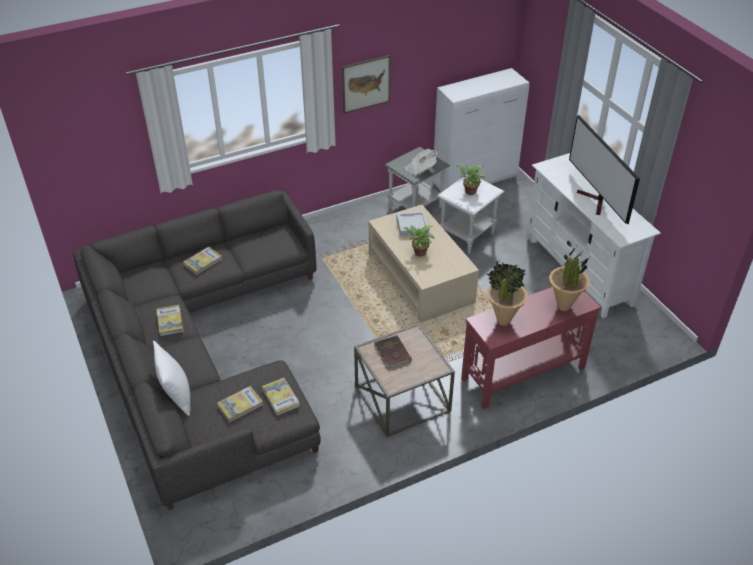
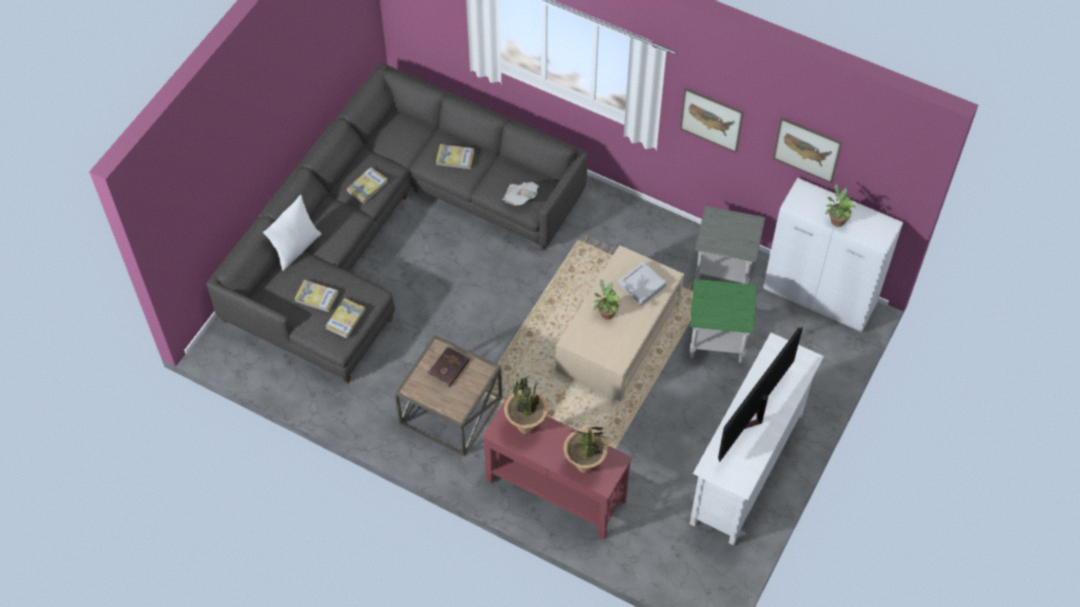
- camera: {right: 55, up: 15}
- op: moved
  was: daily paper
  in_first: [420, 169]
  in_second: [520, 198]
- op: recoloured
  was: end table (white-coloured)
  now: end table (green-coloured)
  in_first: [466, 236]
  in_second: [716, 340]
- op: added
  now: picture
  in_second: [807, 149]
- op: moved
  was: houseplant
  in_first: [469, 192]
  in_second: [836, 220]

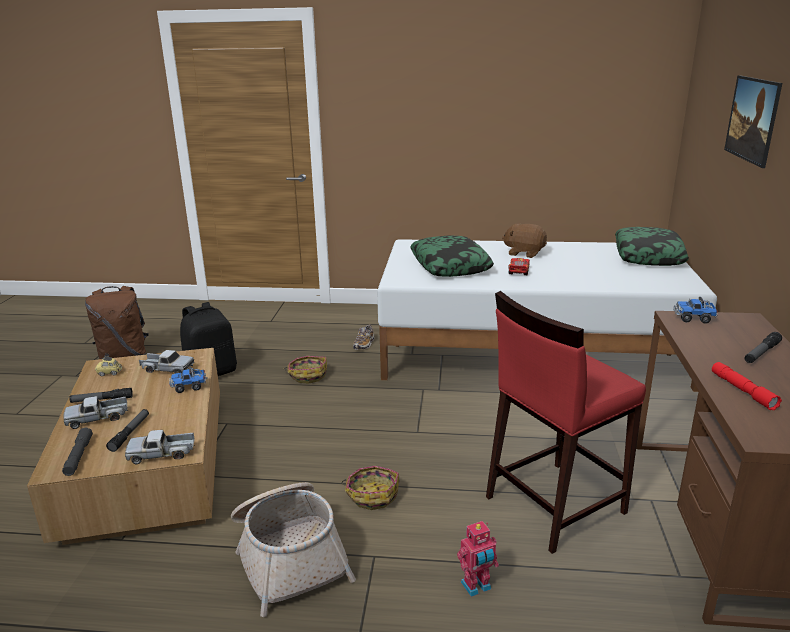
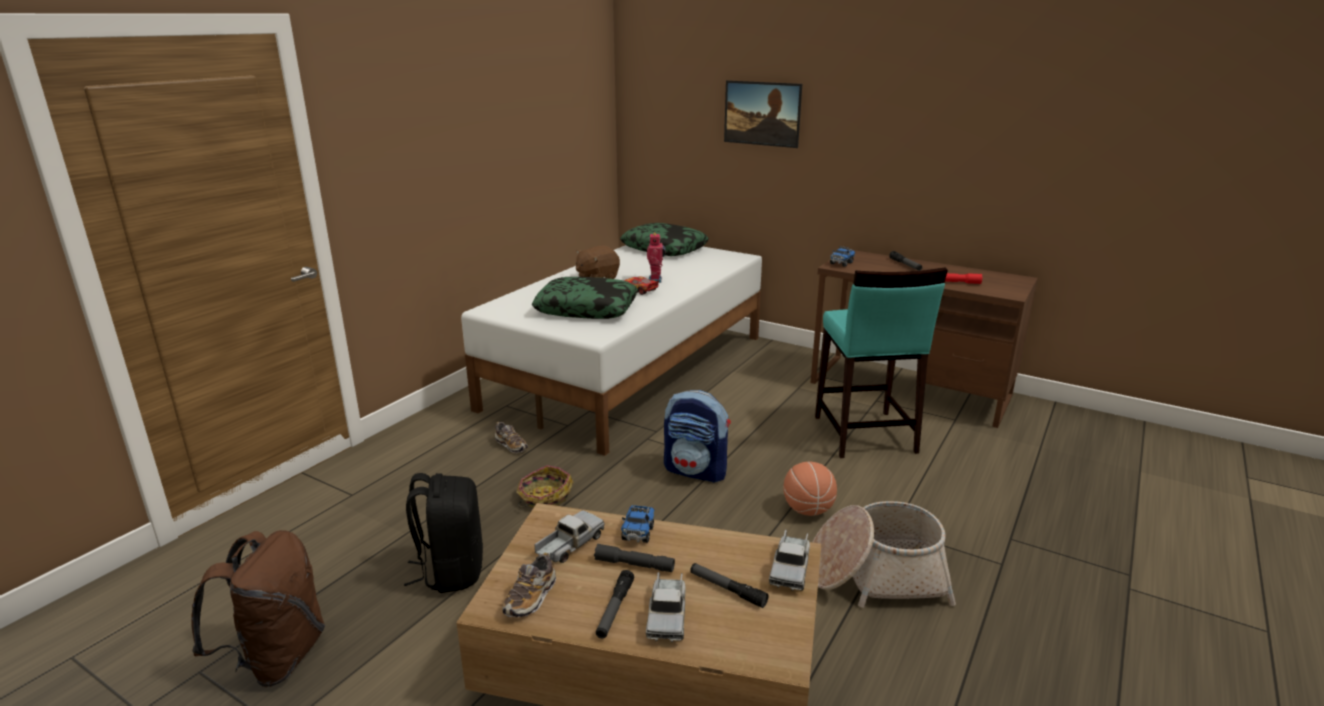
- camera: {right: -65, up: 0}
- op: replaced
  was: miniature car
  now: low shoe
  in_first: [109, 373]
  in_second: [530, 598]
- op: moved
  was: torch (grey)
  in_first: [78, 456]
  in_second: [634, 564]
- op: moved
  was: model robot
  in_first: [477, 587]
  in_second: [656, 280]
- op: added
  now: knapsack
  in_second: [696, 471]
- op: replaced
  was: household basket
  now: ball for basketball
  in_first: [372, 495]
  in_second: [807, 509]
- op: recoloured
  was: stool (reddish)
  now: stool (turquoise)
  in_first: [553, 504]
  in_second: [864, 435]

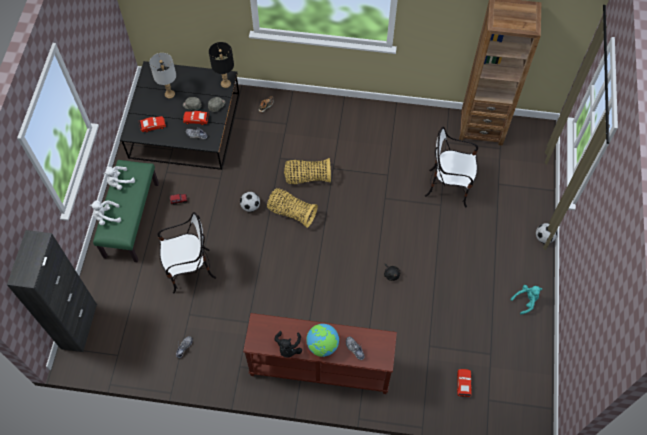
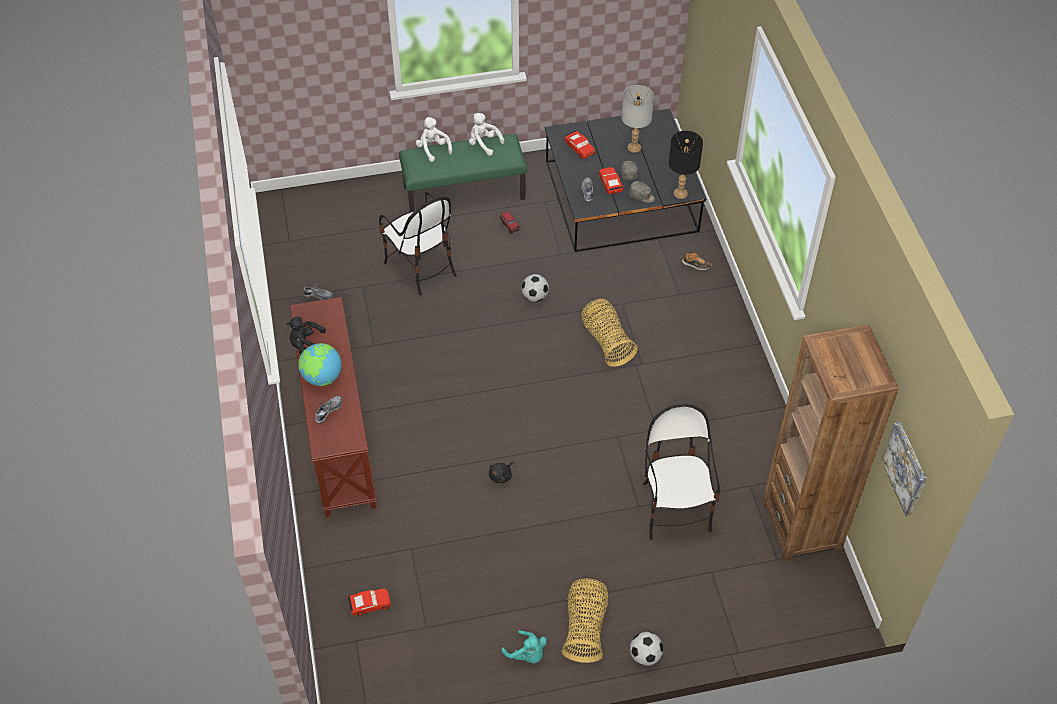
- camera: {right: 70, up: -10}
- op: moved
  was: household basket
  in_first: [291, 212]
  in_second: [585, 627]
- op: added
  now: picture
  in_second: [906, 469]
- op: removed
  was: cabinet (black-coloured)
  in_first: [79, 326]

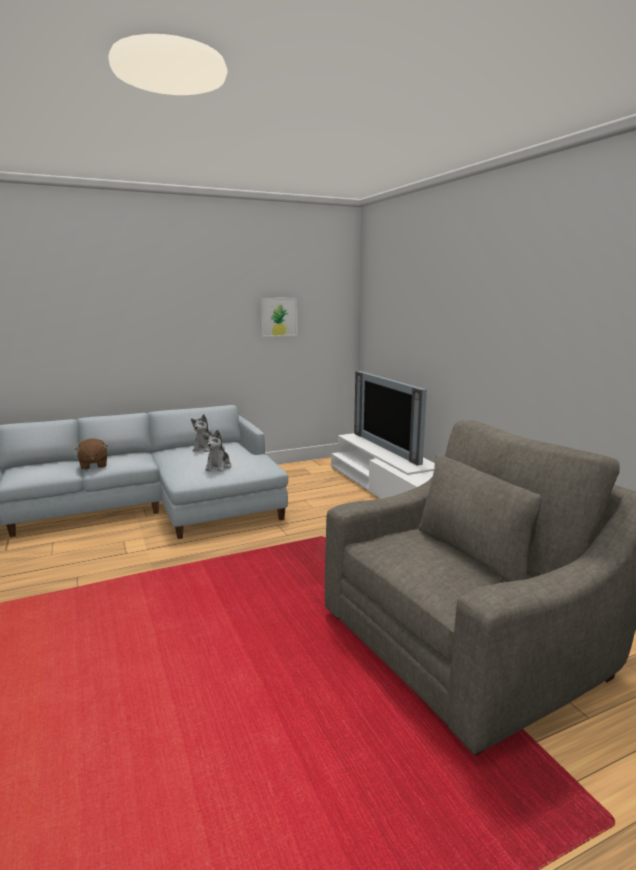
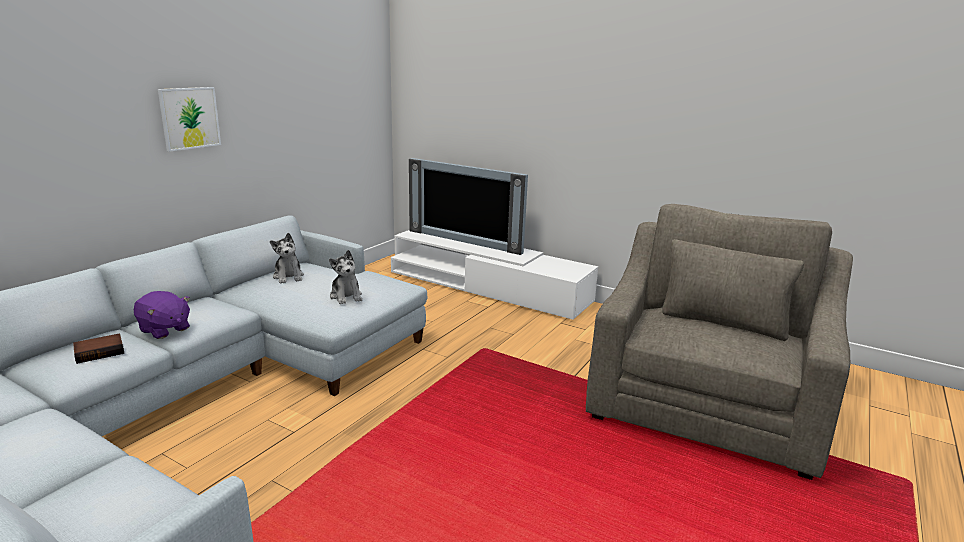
- camera: {right: -35, up: 5}
- op: added
  now: book
  in_second: [100, 352]
- op: recoloured
  was: cuddly toy (brownish)
  now: cuddly toy (purplish)
  in_first: [93, 465]
  in_second: [164, 330]
- op: moved
  was: picture
  in_first: [278, 317]
  in_second: [189, 118]

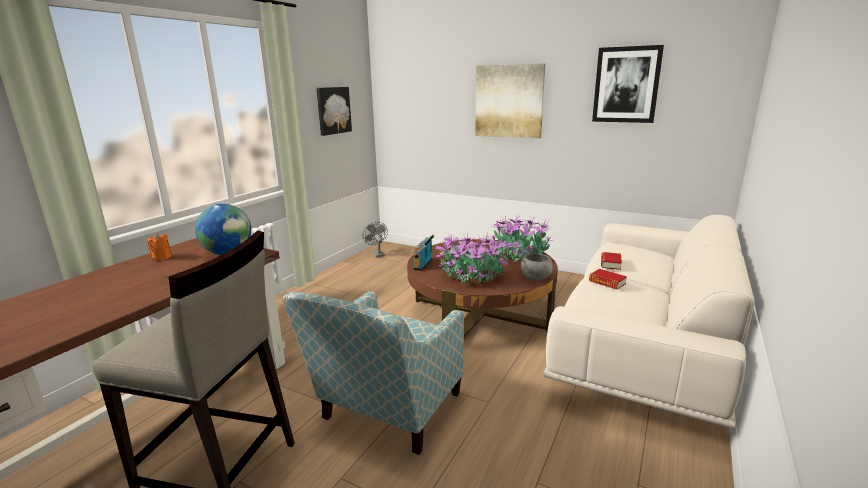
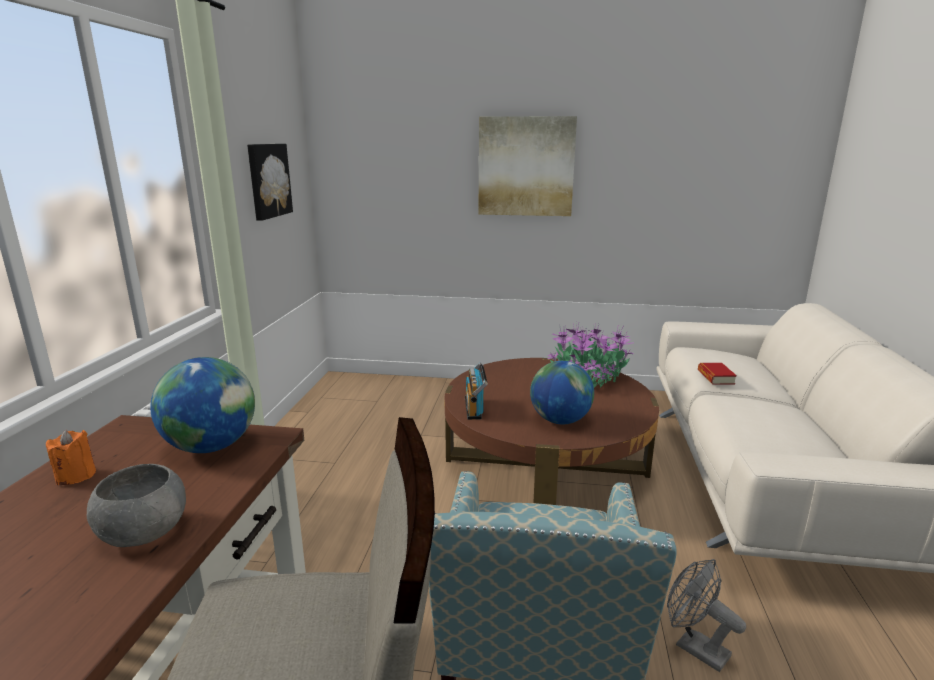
- camera: {right: -20, up: 0}
- op: moved
  was: bowl (grey)
  in_first: [535, 278]
  in_second: [144, 533]
- op: replaced
  was: houseplant
  now: globe
  in_first: [472, 278]
  in_second: [560, 421]
- op: moved
  was: fan (grey)
  in_first: [377, 254]
  in_second: [694, 647]
- op: removed
  was: book
  in_first: [607, 282]
- op: removed
  was: picture
  in_first: [626, 85]

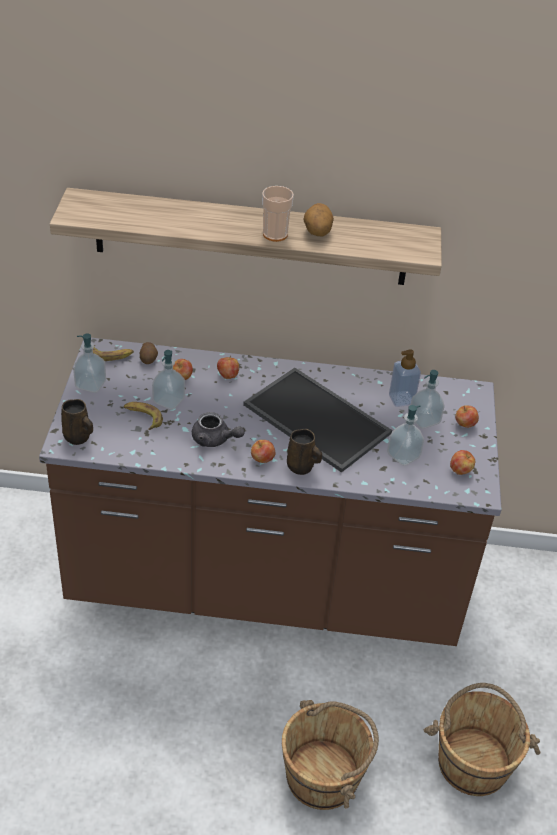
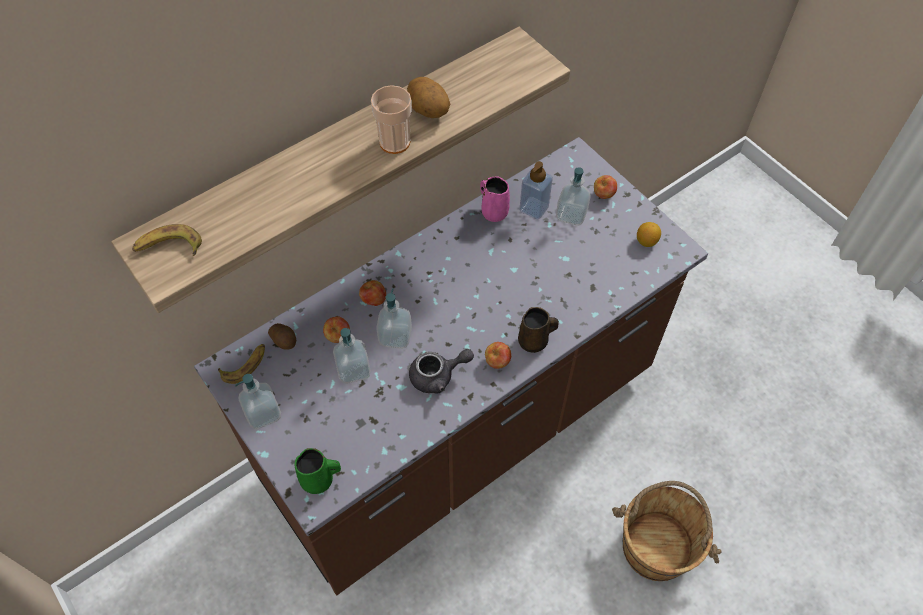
- camera: {right: -40, up: 15}
- op: moved
  was: whole banana
  in_first: [143, 417]
  in_second: [169, 247]
- op: recoloured
  was: tea mug (brownish)
  now: tea mug (green-coloured)
  in_first: [78, 437]
  in_second: [319, 480]
- op: moved
  was: soap dispenser
  in_first: [403, 455]
  in_second: [395, 336]
- op: added
  now: tea mug (pinkish)
  in_second: [493, 211]
- op: replaced
  was: apple fruit
  now: lemon
  in_first: [460, 470]
  in_second: [646, 241]
- op: removed
  was: tray
  in_first: [314, 419]
- op: removed
  was: bucket (brownish)
  in_first: [473, 761]

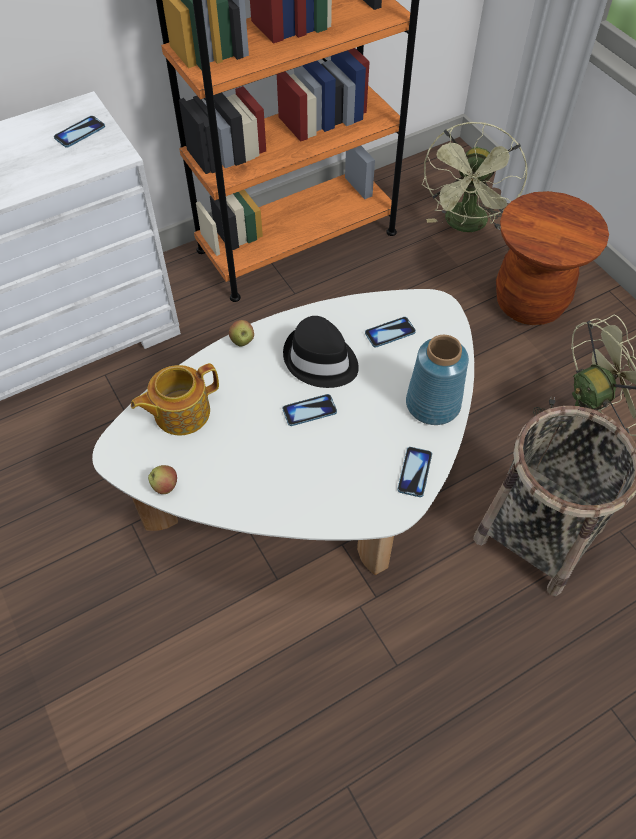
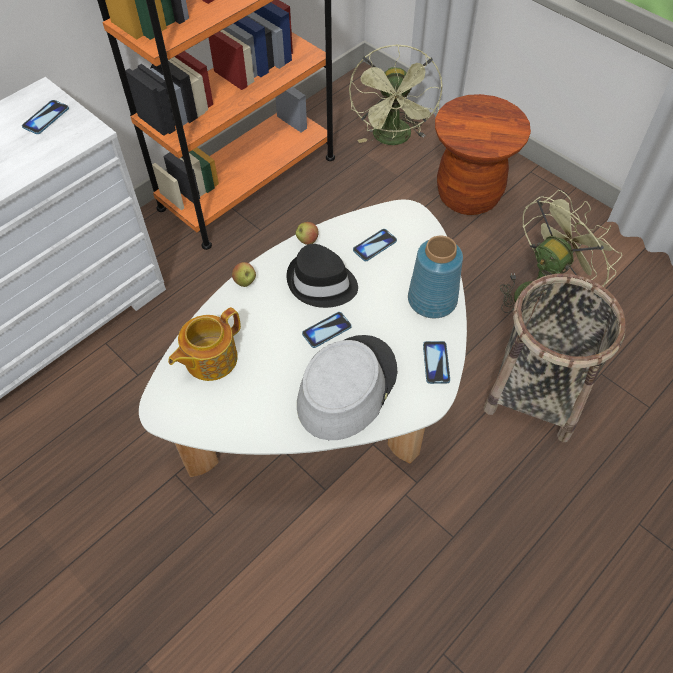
- camera: {right: -15, up: 0}
- op: moved
  was: apple fruit
  in_first: [165, 486]
  in_second: [307, 240]
- op: added
  now: clothing hat (grey)
  in_second: [346, 387]

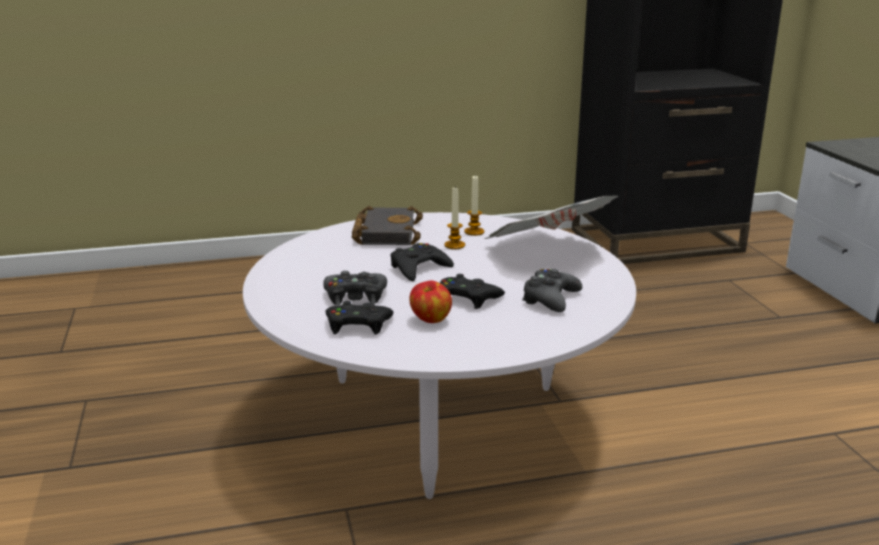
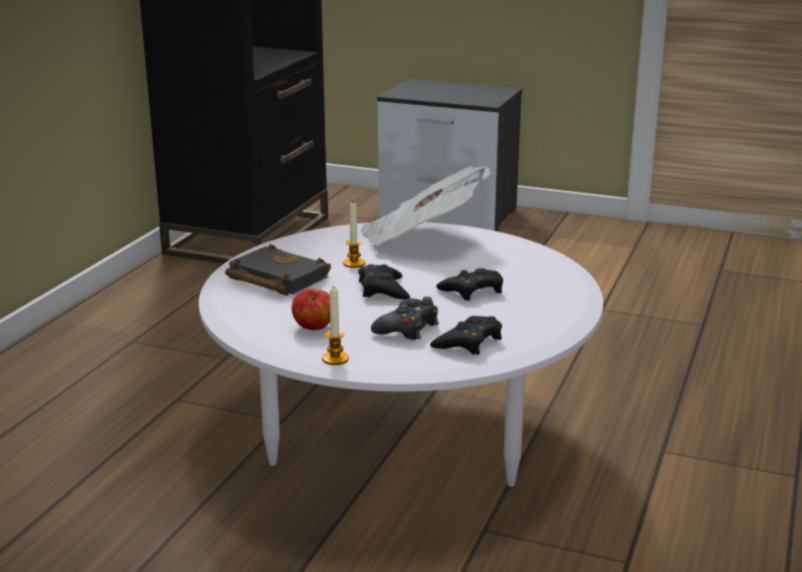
- camera: {right: -55, up: 0}
- op: moved
  was: apple fruit
  in_first: [430, 320]
  in_second: [314, 328]
- op: moved
  was: wax light
  in_first: [474, 232]
  in_second: [335, 359]
- op: removed
  was: gamepad (black-coloured)
  in_first: [550, 299]

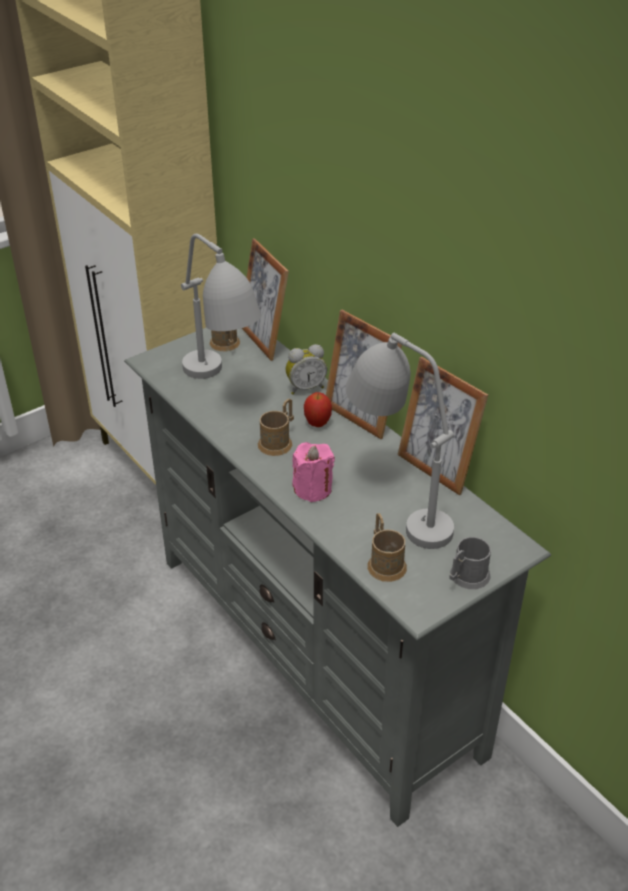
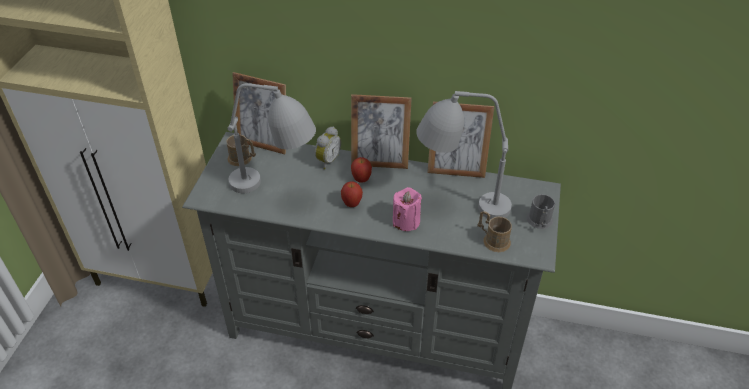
- camera: {right: -40, up: 5}
- op: replaced
  was: tea mug (brownish)
  now: apple fruit
  in_first: [278, 441]
  in_second: [352, 204]

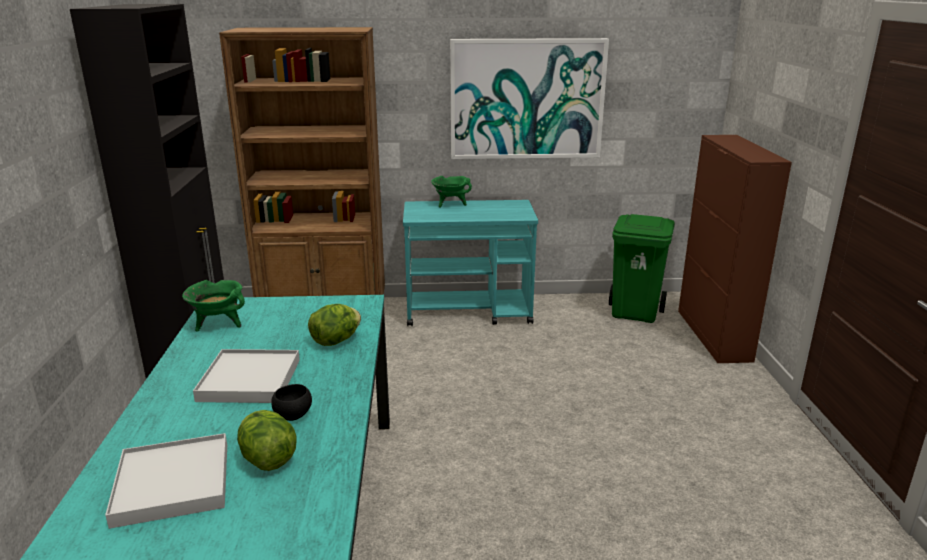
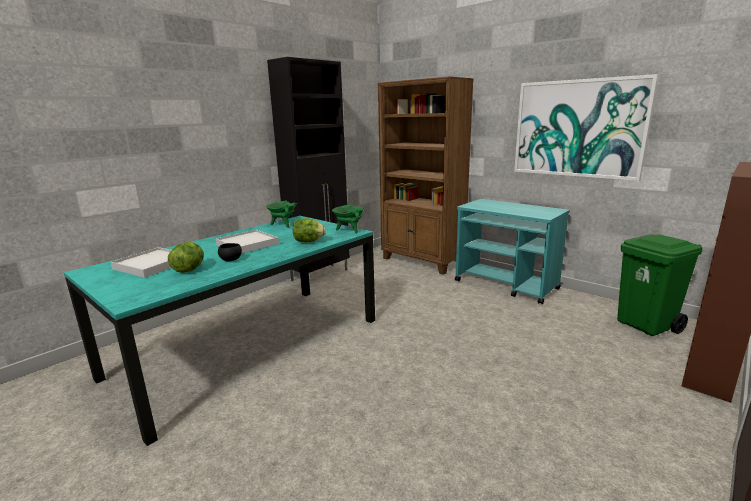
- camera: {right: 45, up: -5}
- op: moved
  was: saucepot (green-coloured)
  in_first: [450, 204]
  in_second: [349, 230]

